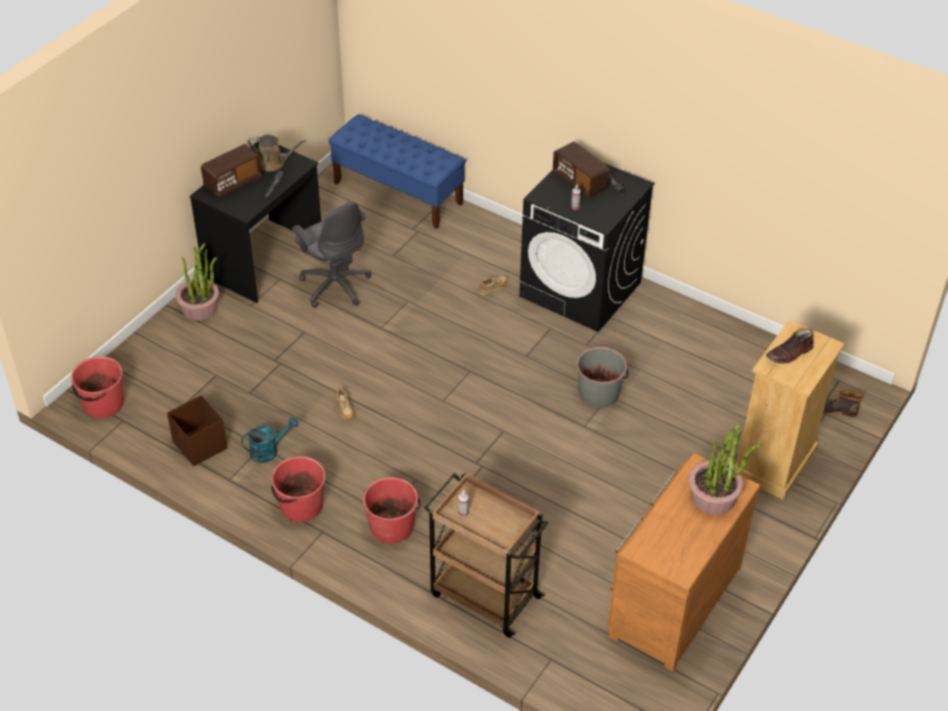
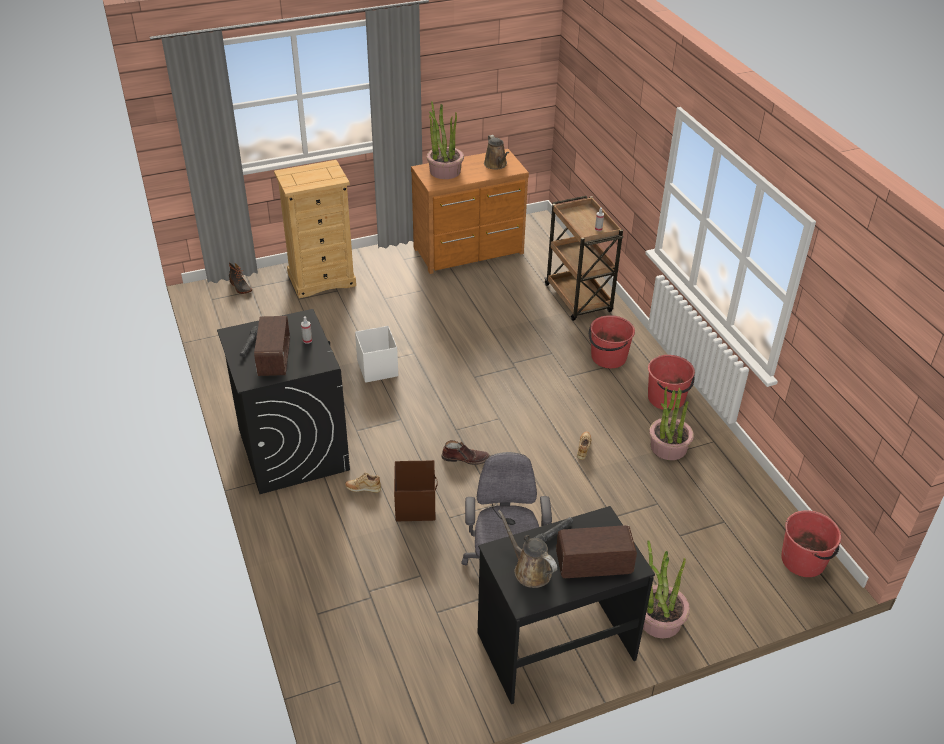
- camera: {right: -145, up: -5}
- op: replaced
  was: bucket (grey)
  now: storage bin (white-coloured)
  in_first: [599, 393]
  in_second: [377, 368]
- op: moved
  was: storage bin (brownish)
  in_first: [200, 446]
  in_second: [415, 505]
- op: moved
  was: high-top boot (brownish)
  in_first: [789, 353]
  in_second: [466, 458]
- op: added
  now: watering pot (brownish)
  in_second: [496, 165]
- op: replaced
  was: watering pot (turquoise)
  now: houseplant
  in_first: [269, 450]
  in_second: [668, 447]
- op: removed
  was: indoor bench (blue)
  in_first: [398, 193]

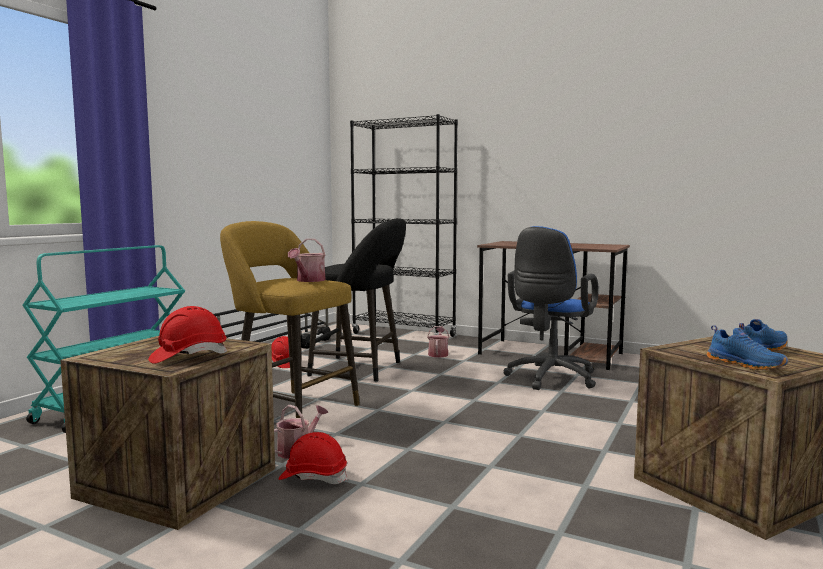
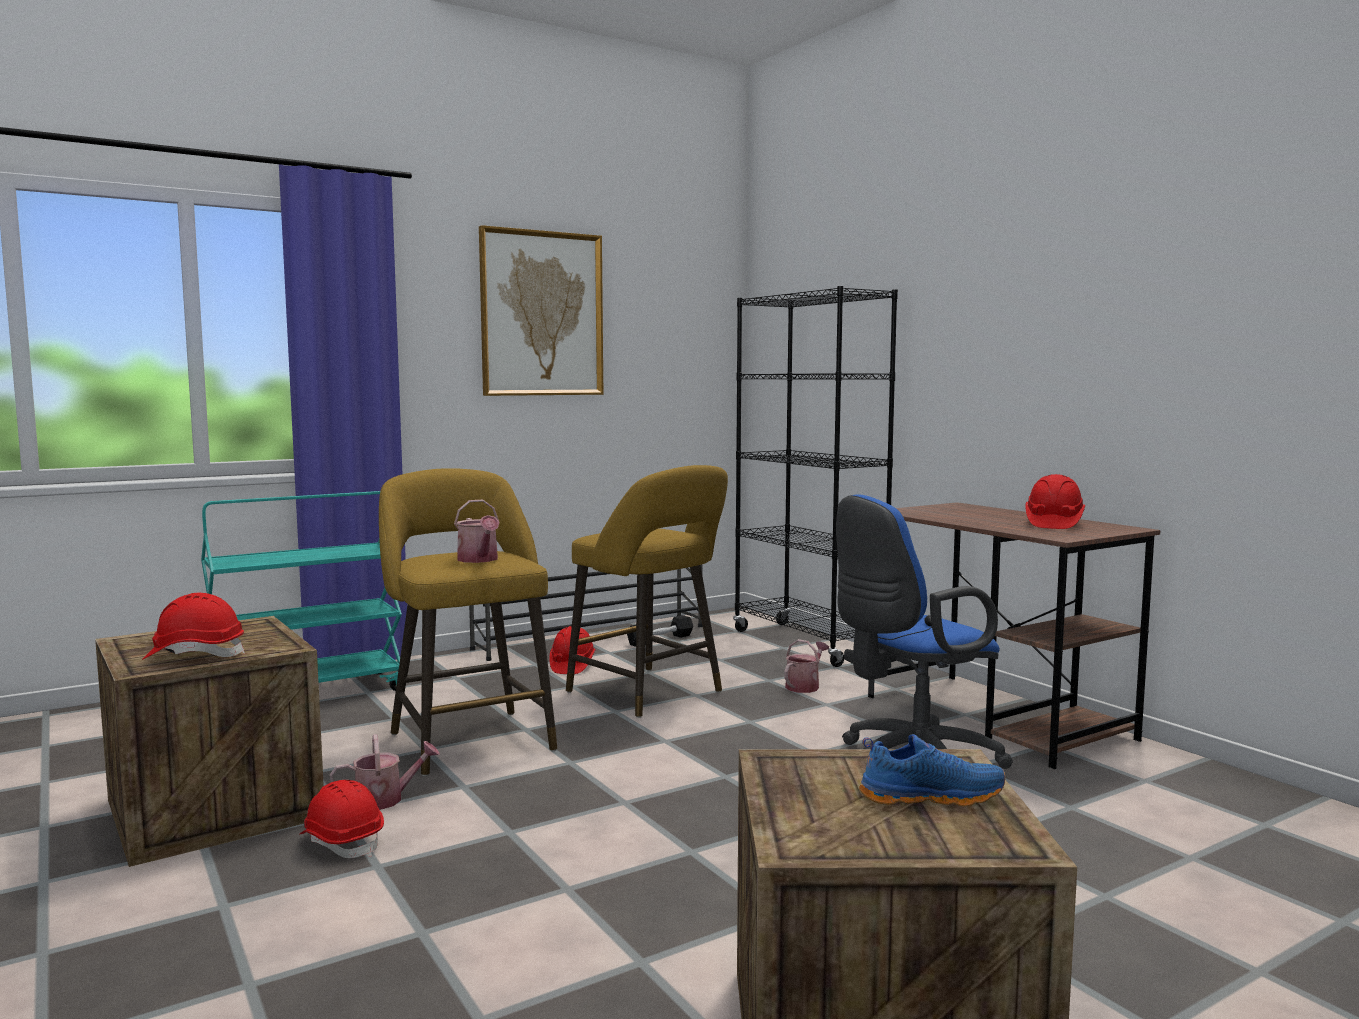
- camera: {right: 30, up: 0}
- op: turned
  was: watering pot
  in_first: [309, 280]
  in_second: [479, 560]
  clockwise: -75
- op: added
  now: picture
  in_second: [542, 314]
- op: recoloured
  was: stool (black-coloured)
  now: stool (yellowish)
  in_first: [361, 370]
  in_second: [650, 694]
- op: added
  now: safety helmet (reddish)
  in_second: [1053, 524]
- op: removed
  was: low shoe (blue)
  in_first: [746, 365]

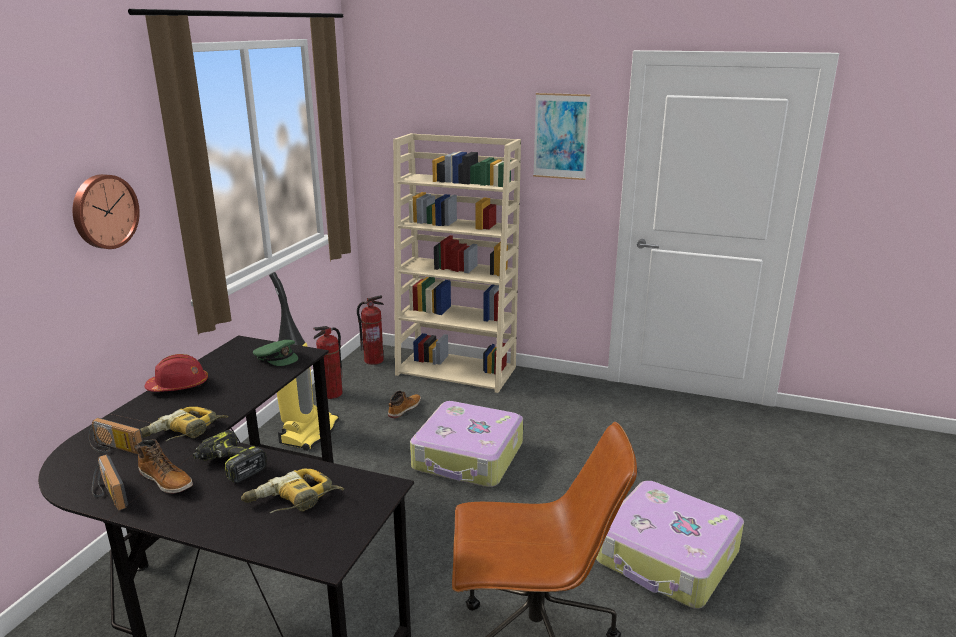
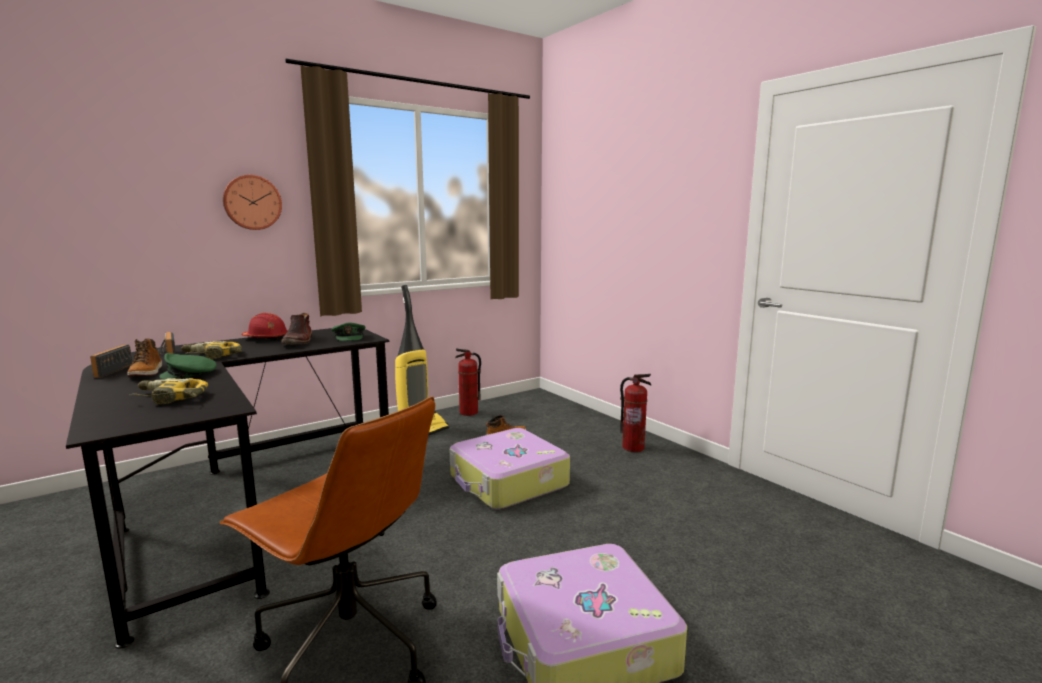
- camera: {right: 35, up: -10}
- op: replaced
  was: drill
  now: peaked cap (green-coloured)
  in_first: [230, 465]
  in_second: [189, 374]
- op: added
  now: high-top boot (brownish)
  in_second: [299, 341]
- op: moved
  was: fire extinguisher
  in_first: [374, 360]
  in_second: [633, 447]
- op: removed
  was: shelving unit (sand-coloured)
  in_first: [457, 371]
- op: removed
  was: picture
  in_first: [561, 136]

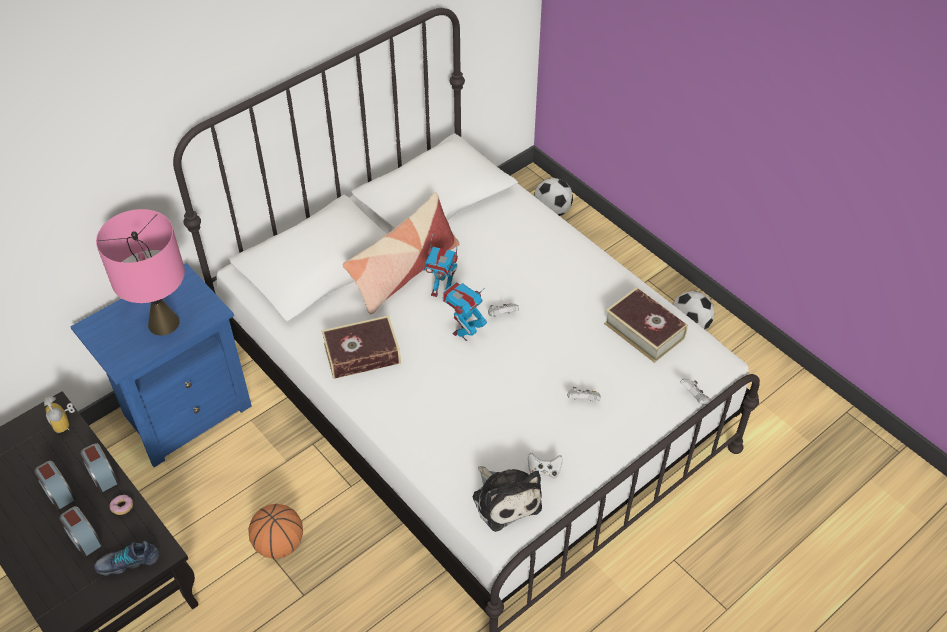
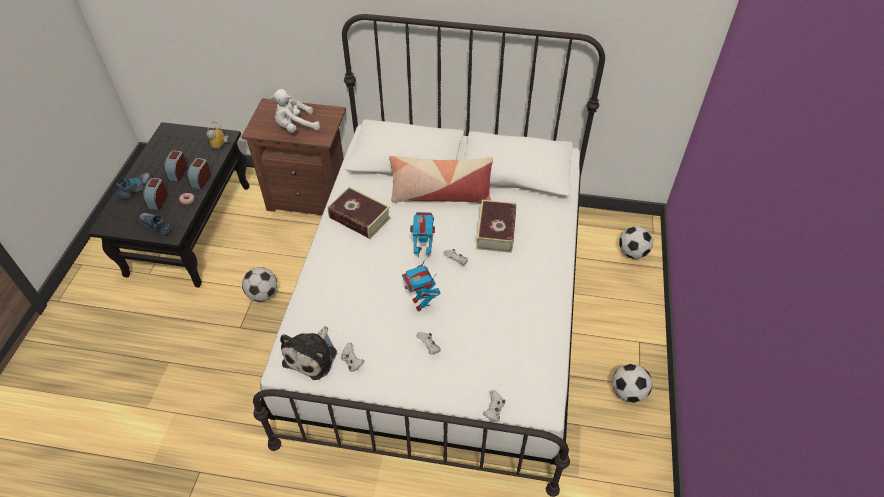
- camera: {right: 50, up: 0}
- op: added
  now: low shoe
  in_second: [136, 188]
- op: recoloured
  was: night table (blue)
  now: night table (brownish)
  in_first: [184, 411]
  in_second: [311, 197]
- op: replaced
  was: ball for basketball
  now: football
  in_first: [279, 544]
  in_second: [263, 294]
- op: replaced
  was: lamp for a table (pinkish)
  now: cuddly toy (white-coloured)
  in_first: [163, 323]
  in_second: [295, 127]
- op: moved
  was: model robot
  in_first: [442, 292]
  in_second: [421, 303]
- op: moved
  was: book
  in_first: [644, 331]
  in_second: [496, 231]

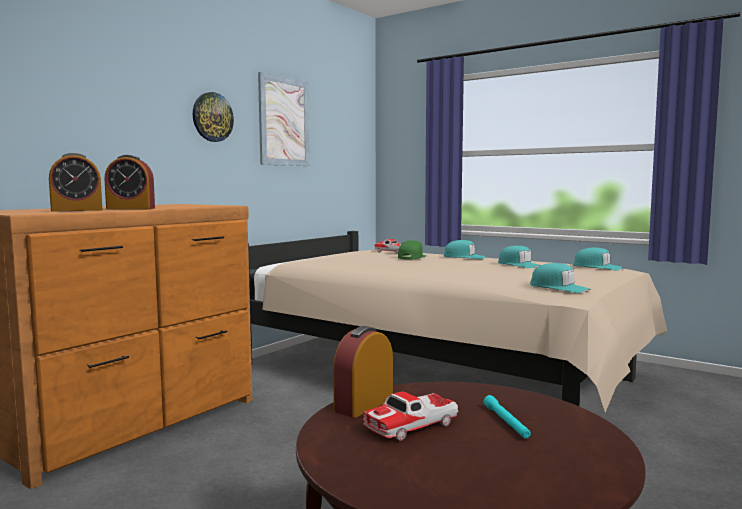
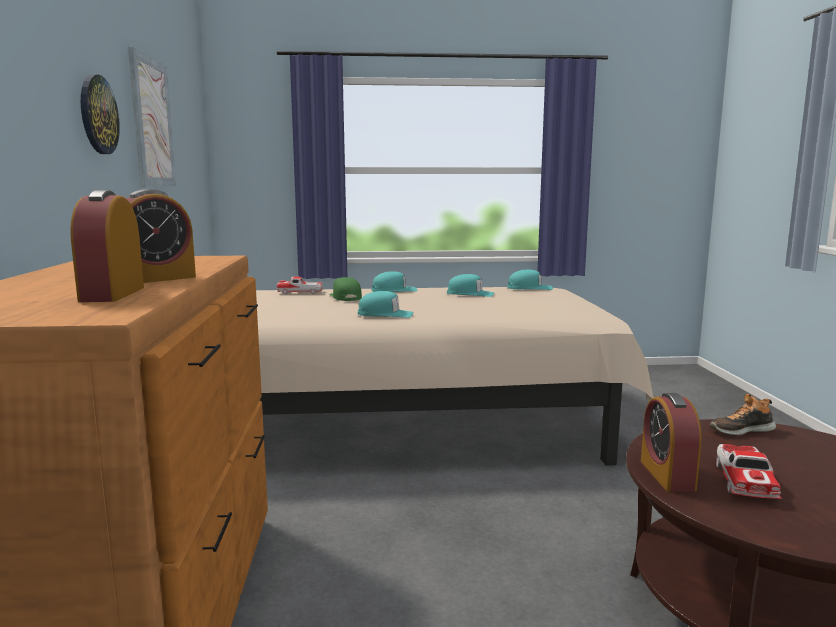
- camera: {right: -40, up: 5}
- op: turned
  was: alarm clock
  in_first: [77, 210]
  in_second: [112, 294]
  clockwise: 150
- op: moved
  was: peaked cap (turquoise)
  in_first: [559, 288]
  in_second: [385, 314]
- op: added
  now: low shoe
  in_second: [741, 430]
- op: removed
  was: torch (turquoise)
  in_first: [506, 422]

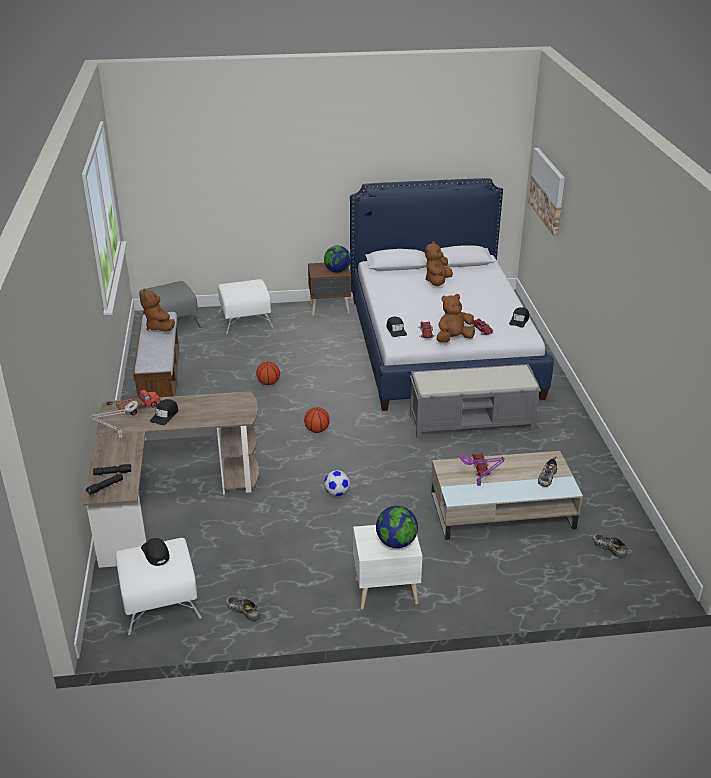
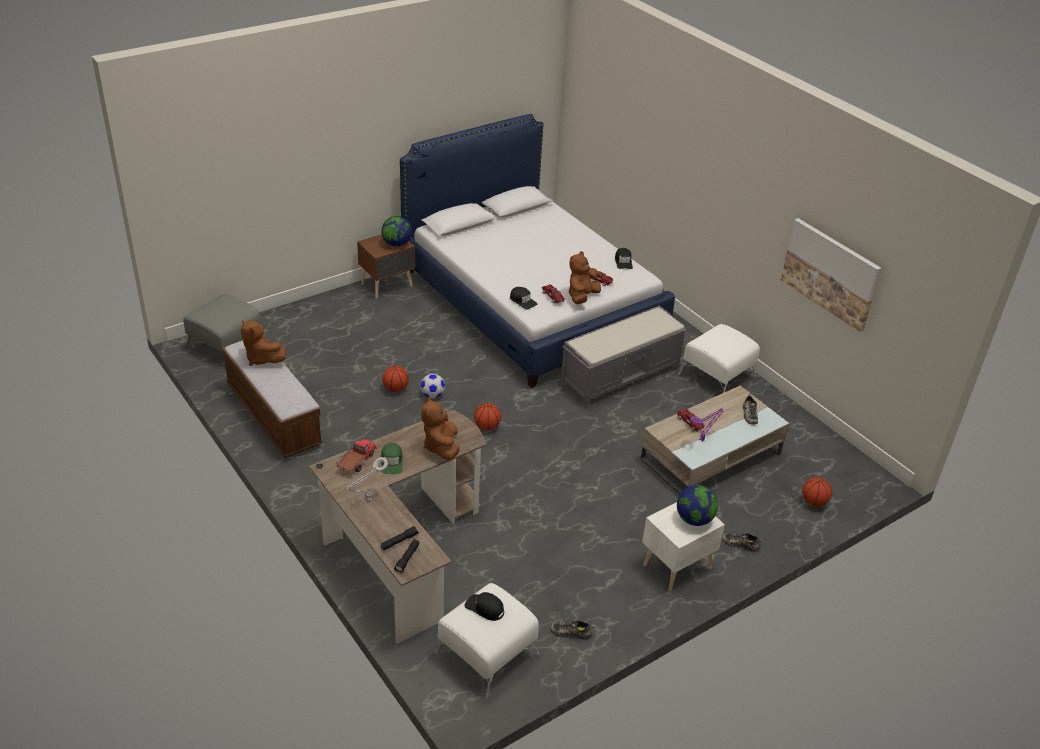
- camera: {right: -30, up: 5}
- op: recoloured
  was: peaked cap (black-coloured)
  now: peaked cap (green-coloured)
  in_first: [165, 415]
  in_second: [392, 462]
- op: moved
  was: football
  in_first: [337, 493]
  in_second: [432, 395]
- op: moved
  was: cuddly toy (brownish)
  in_first: [437, 281]
  in_second: [441, 447]
- op: moved
  was: ottoman (white-coloured)
  in_first: [246, 319]
  in_second: [717, 375]
- op: moved
  was: low shoe
  in_first: [610, 547]
  in_second: [741, 543]
- op: moved
  was: picture
  in_first: [548, 190]
  in_second: [830, 273]
- op: added
  now: ball for basketball
  in_second: [814, 502]

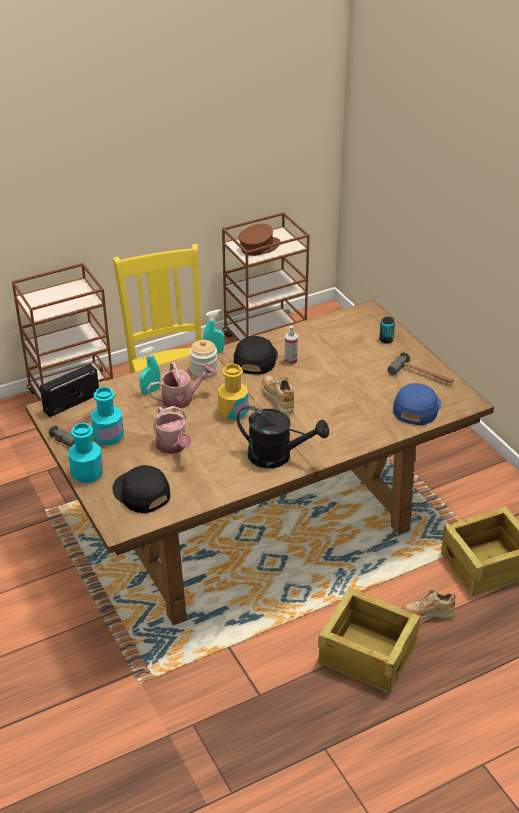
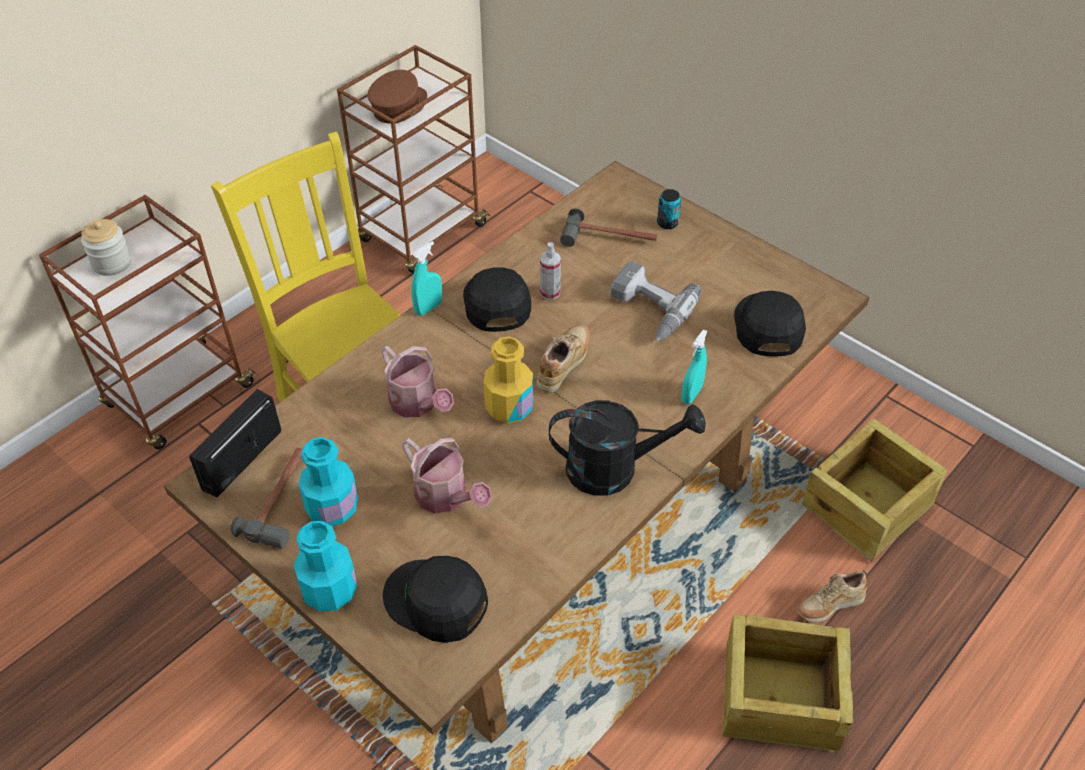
- camera: {right: -20, up: 10}
- op: moved
  was: jar
  in_first: [204, 371]
  in_second: [112, 263]
- op: turned
  was: watering pot
  in_first: [181, 399]
  in_second: [417, 404]
  clockwise: 90
- op: turned
  was: low shoe (sand-coloured)
  in_first: [278, 399]
  in_second: [565, 365]
  clockwise: 75
- op: moved
  was: hand hammer
  in_first: [422, 376]
  in_second: [609, 238]
- op: added
  now: drill
  in_second: [648, 310]
- op: moved
  was: sprayer (turquoise)
  in_first: [150, 391]
  in_second: [691, 394]
- op: recoloured
  was: peaked cap (blue)
  now: peaked cap (black-coloured)
  in_first: [416, 407]
  in_second: [767, 326]

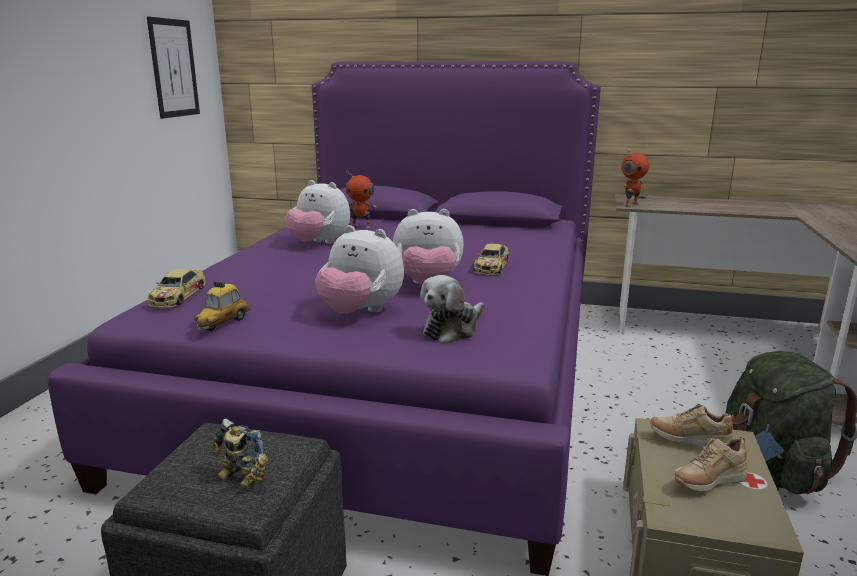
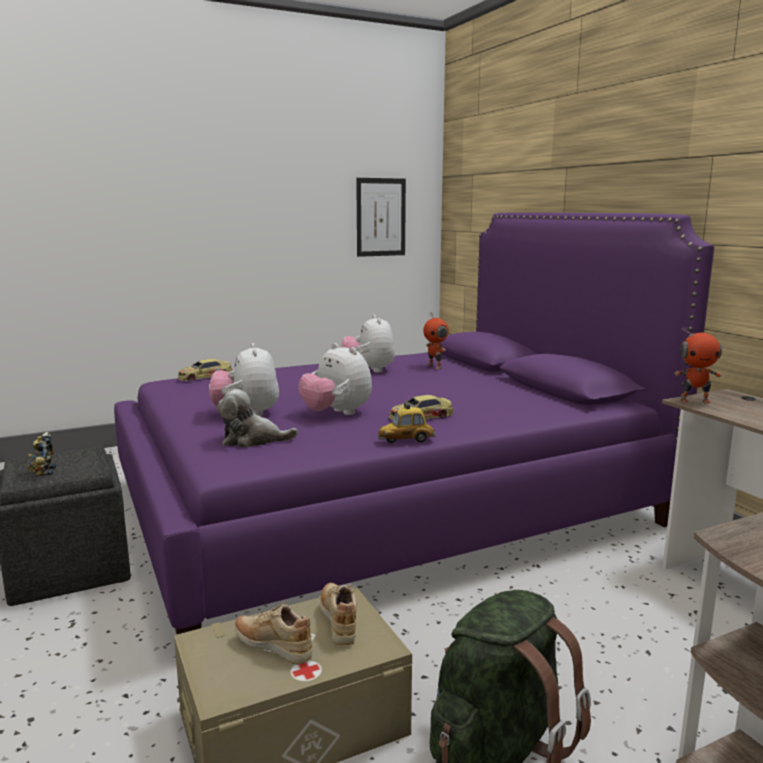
- camera: {right: 50, up: -5}
- op: moved
  was: miniature car
  in_first: [223, 323]
  in_second: [406, 440]

